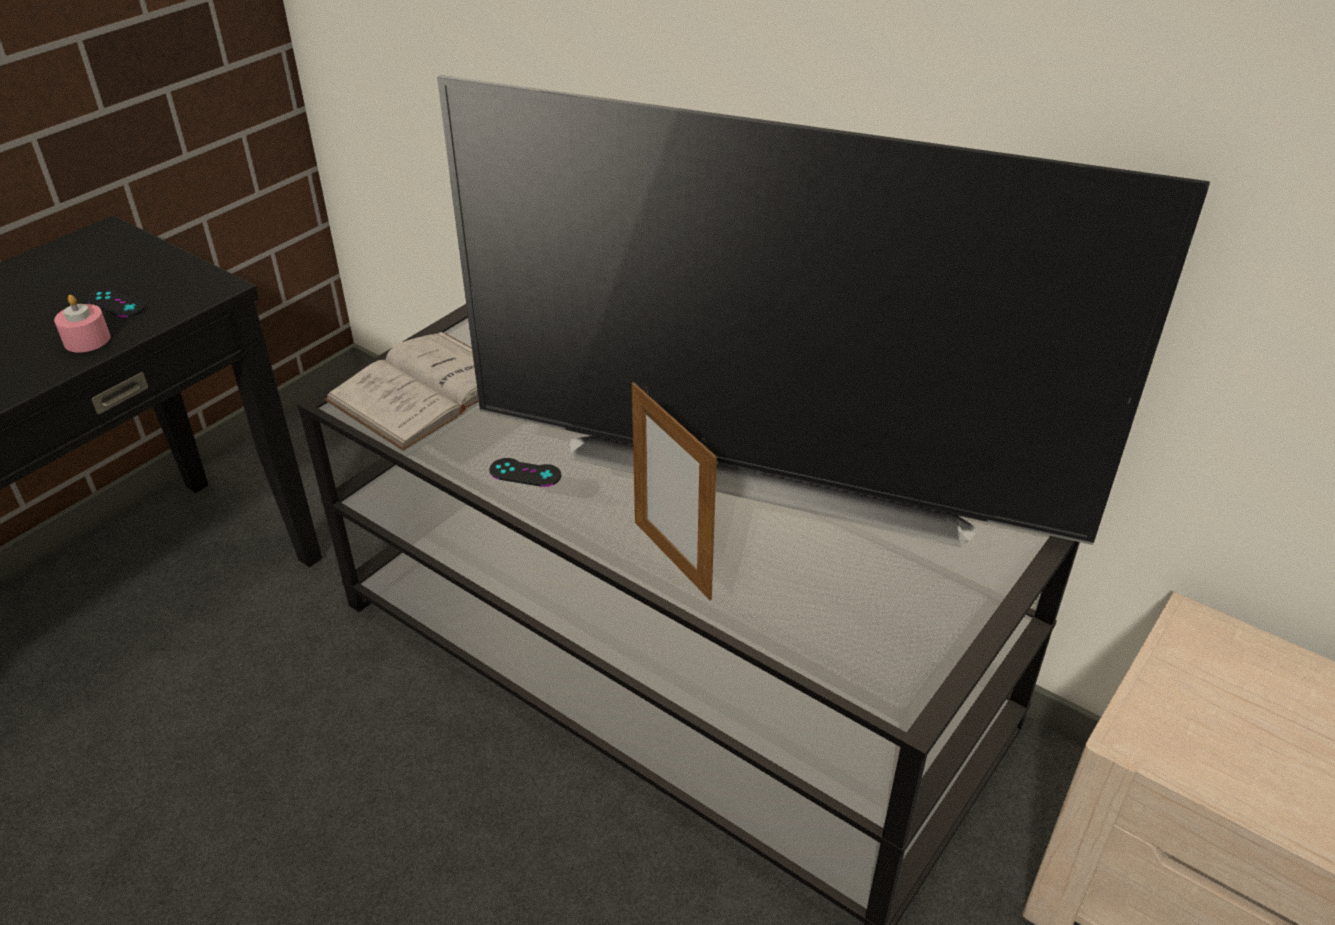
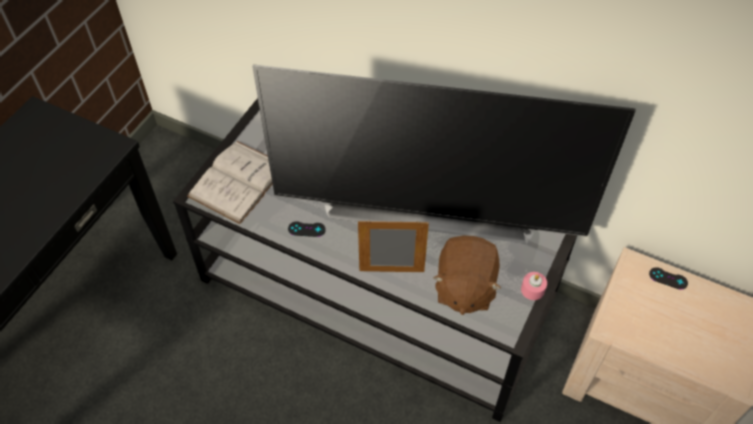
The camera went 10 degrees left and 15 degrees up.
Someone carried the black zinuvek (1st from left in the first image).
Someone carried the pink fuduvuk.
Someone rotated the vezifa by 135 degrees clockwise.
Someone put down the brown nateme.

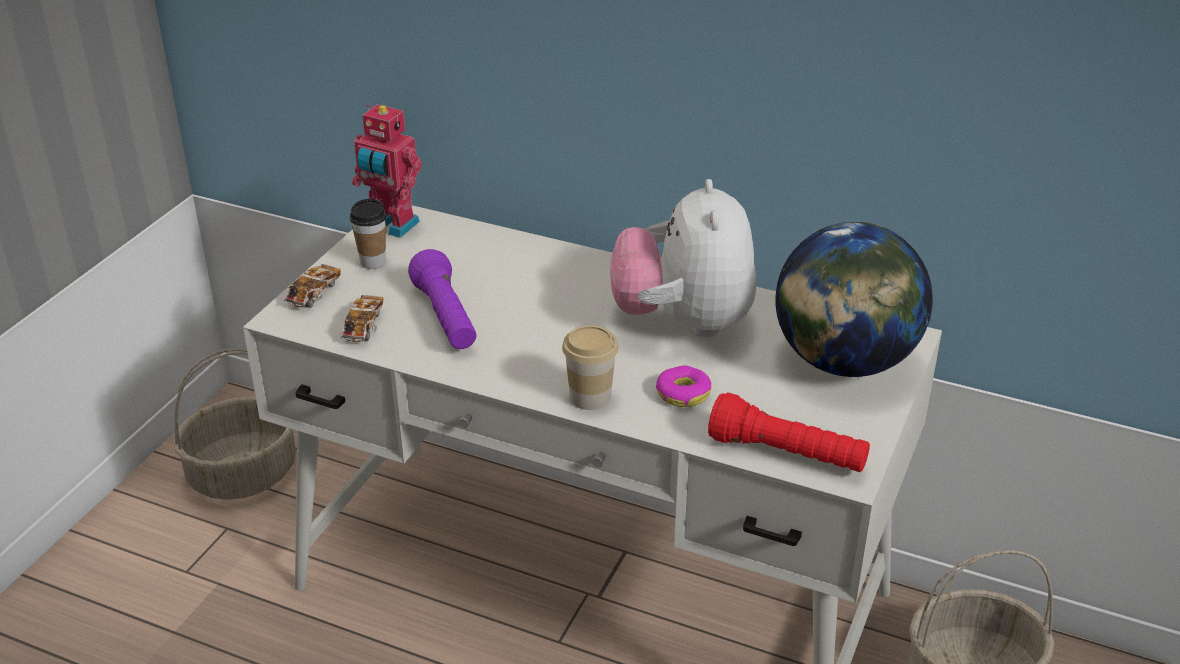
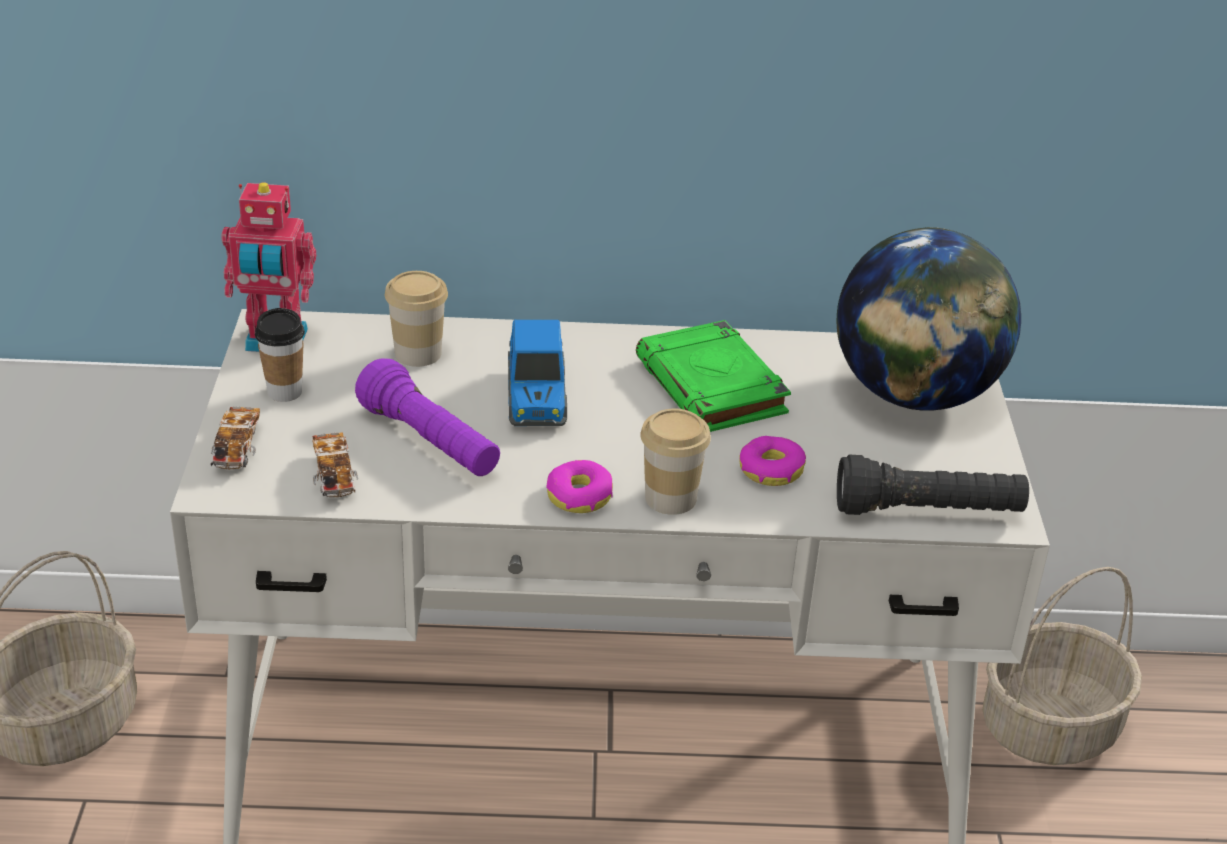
The camera went 25 degrees left and 0 degrees up.
Someone swapped the nateme for the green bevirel.
Someone repainted the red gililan, which became the black gililan.
Someone put down the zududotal (2nd from left).
Someone put down the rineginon (3rd from left).
Someone put down the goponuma (1st from left).

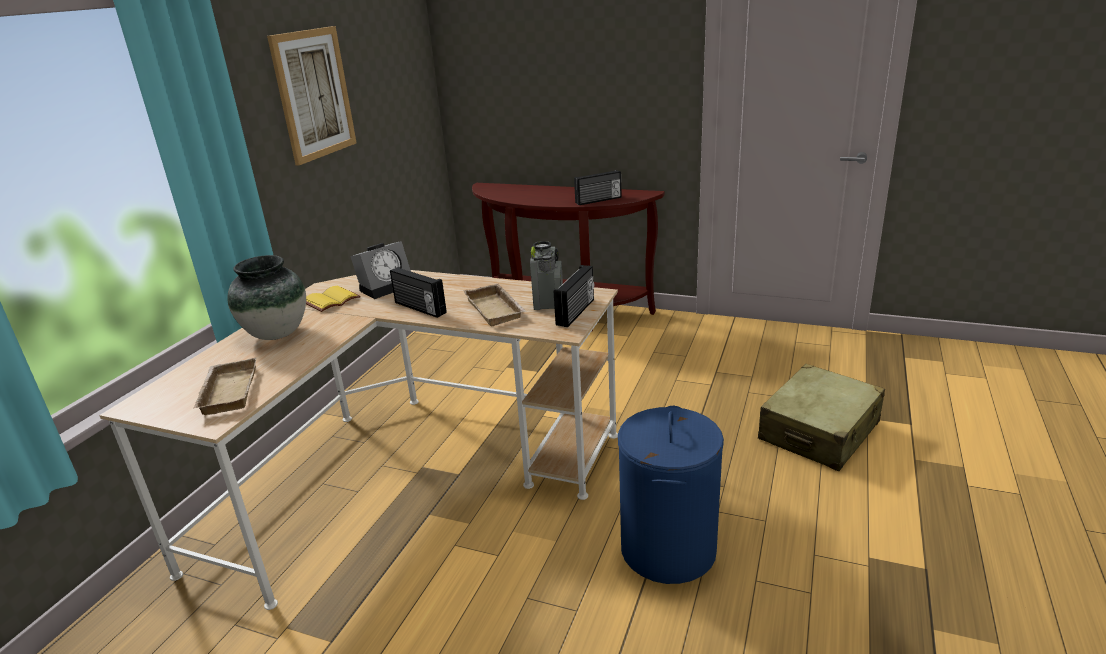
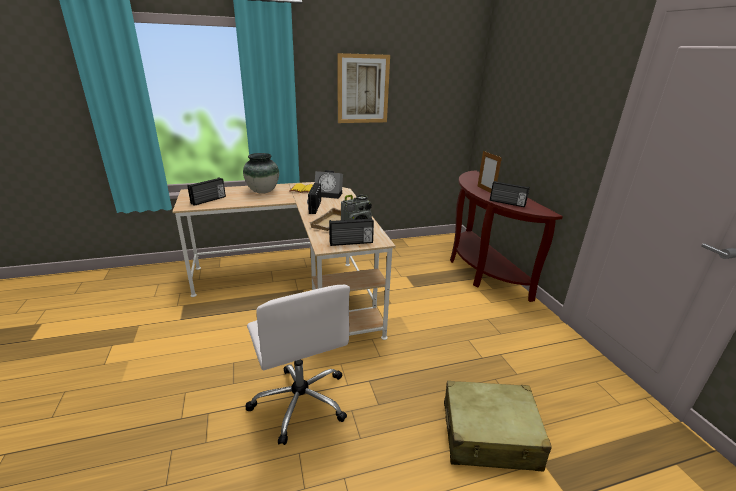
The camera went 50 degrees right and 0 degrees up.
Someone swapped the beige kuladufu (1st from left) for the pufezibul (1st from left).
Someone swapped the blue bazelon for the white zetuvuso.
Someone put down the vezifa.

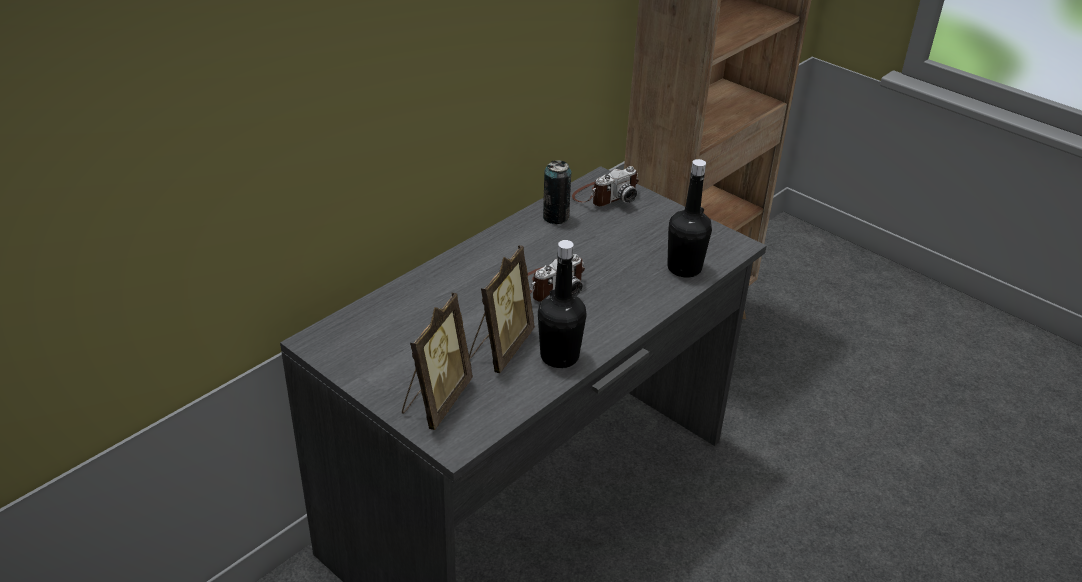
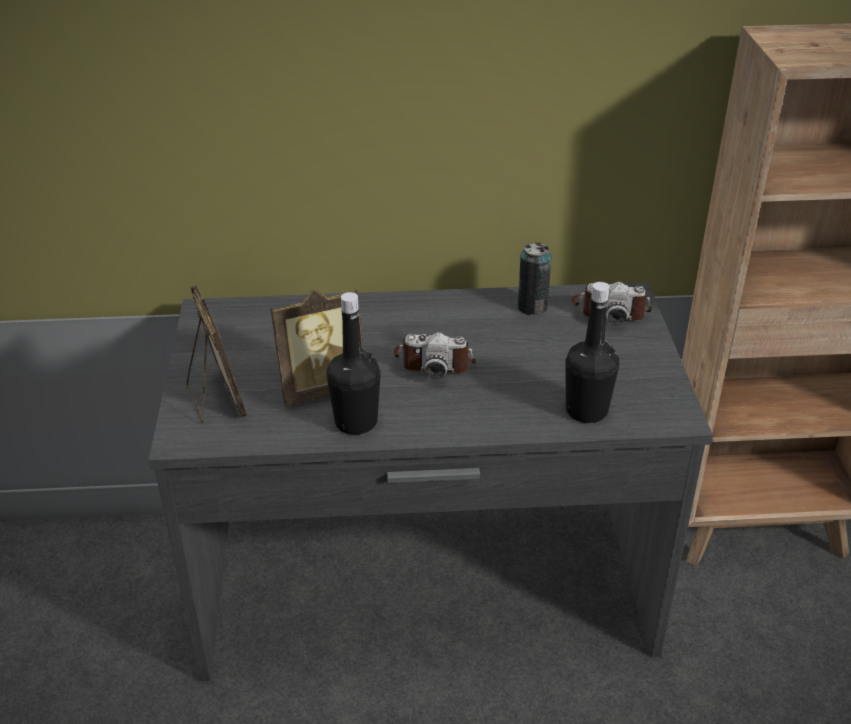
The camera went 45 degrees right and 0 degrees up.
Someone rotated the vezifa (1st from left) by 90 degrees counterclockwise.

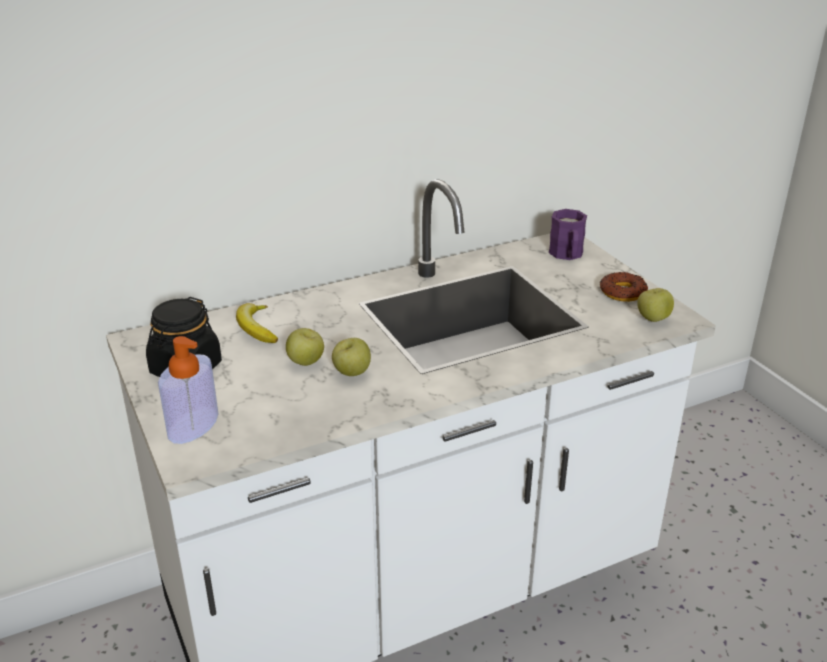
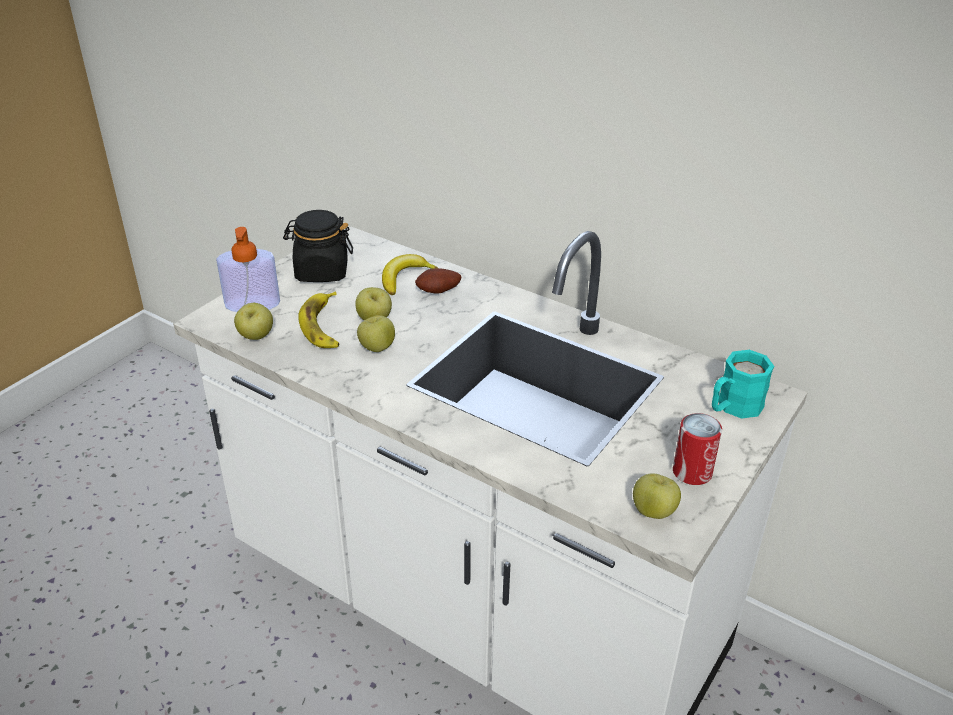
The camera went 60 degrees right and 5 degrees up.
Someone repainted the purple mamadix, which became the turquoise mamadix.
Someone swapped the goponuma for the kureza.
Someone put down the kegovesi.
Someone put down the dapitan (1st from left).
Someone put down the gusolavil (1st from left).

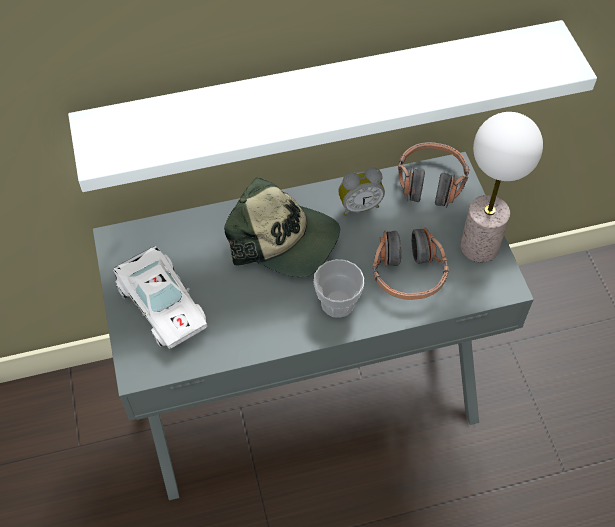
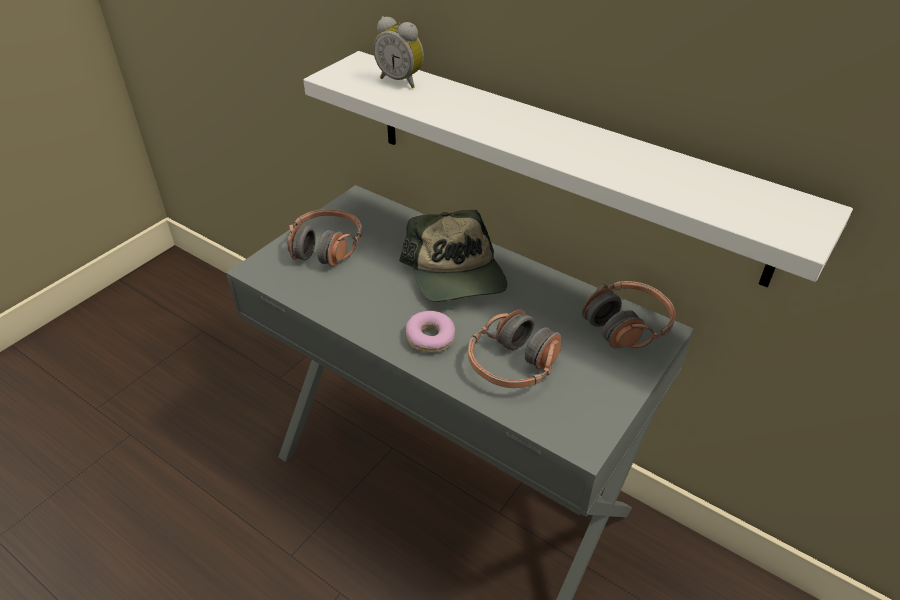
The camera went 50 degrees right and 15 degrees down.
Someone took away the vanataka.
Someone carried the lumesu.
Someone swapped the white rineginon for the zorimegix (1st from left).
Someone swapped the zududotal for the goponuma.

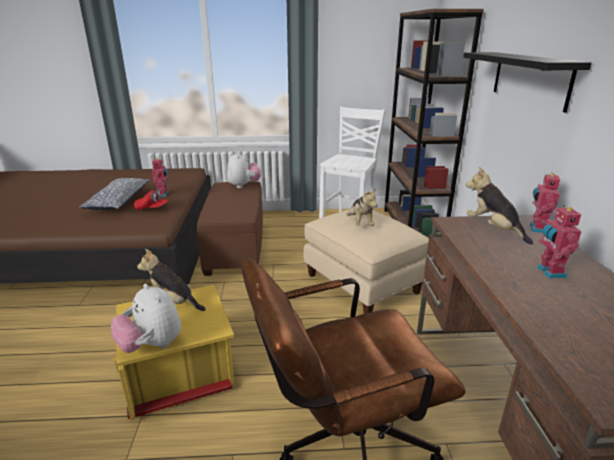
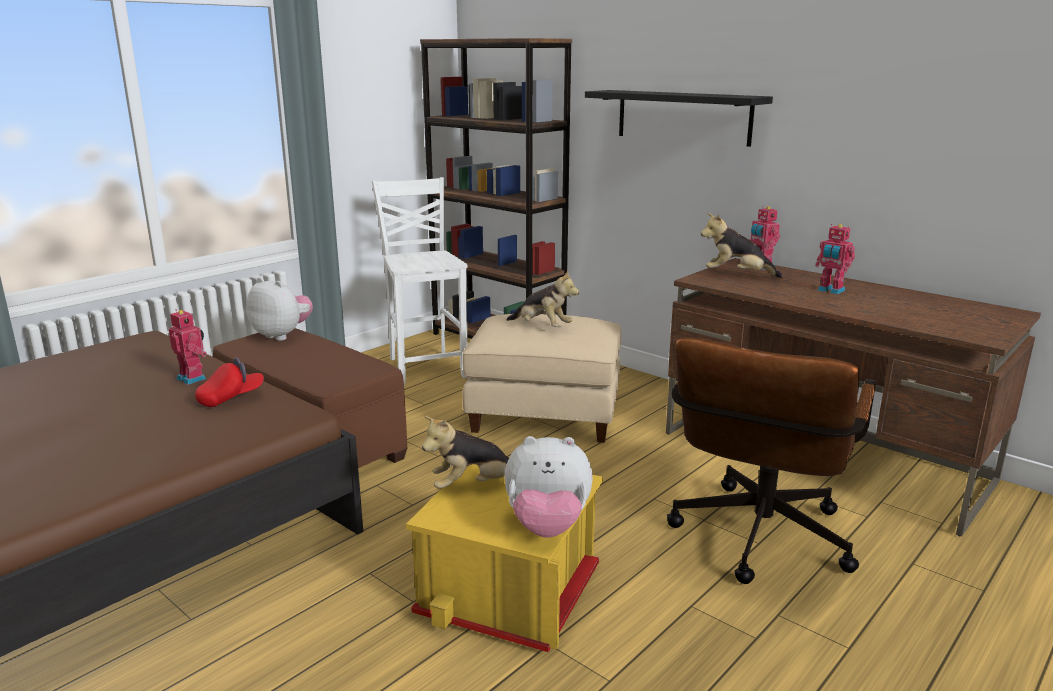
The camera went 45 degrees left and 5 degrees down.
Someone took away the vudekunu.

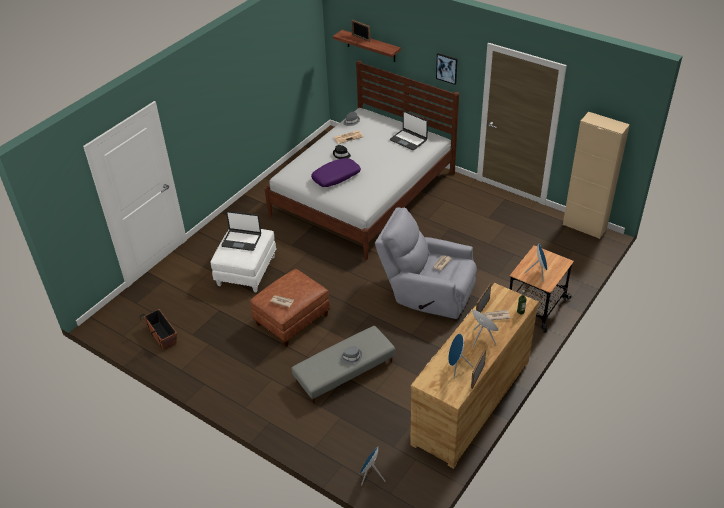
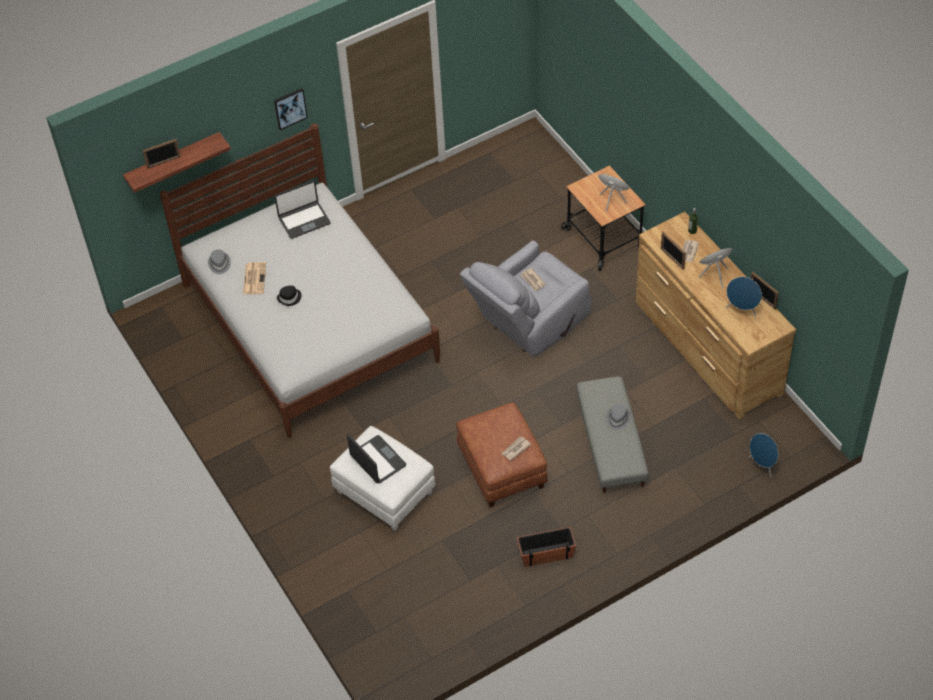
The camera went 65 degrees left and 10 degrees up.
Someone took away the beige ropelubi.
Someone took away the purple vudekunu.
Someone rotated the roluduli (1st from left in the first image) by 75 degrees counterclockwise.
Someone carried the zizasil.

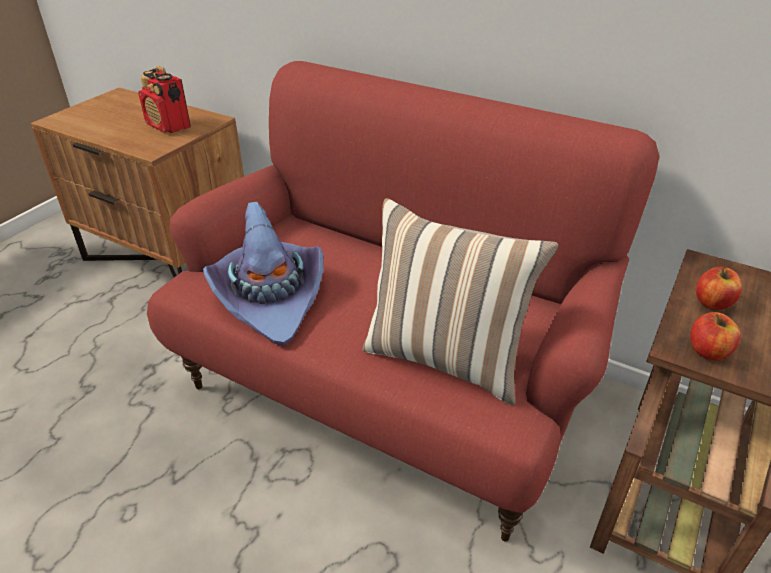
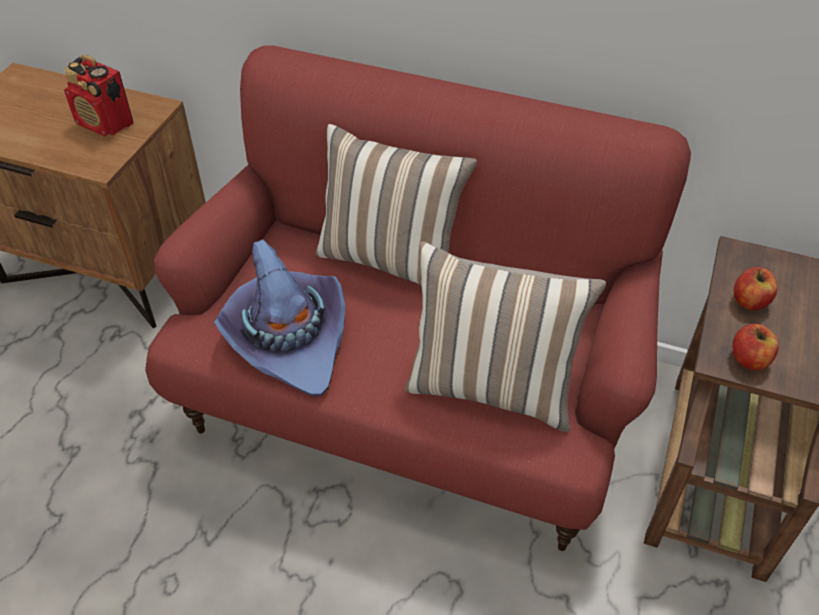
The camera went 10 degrees left and 10 degrees up.
Someone put down the vudekunu (1st from left).

